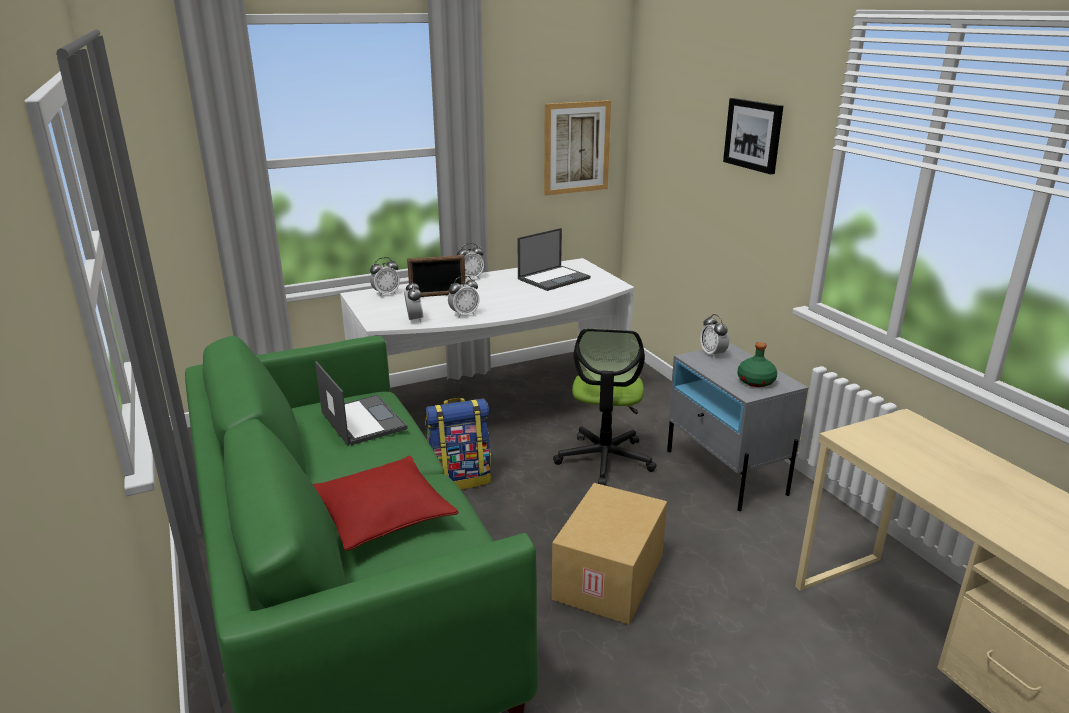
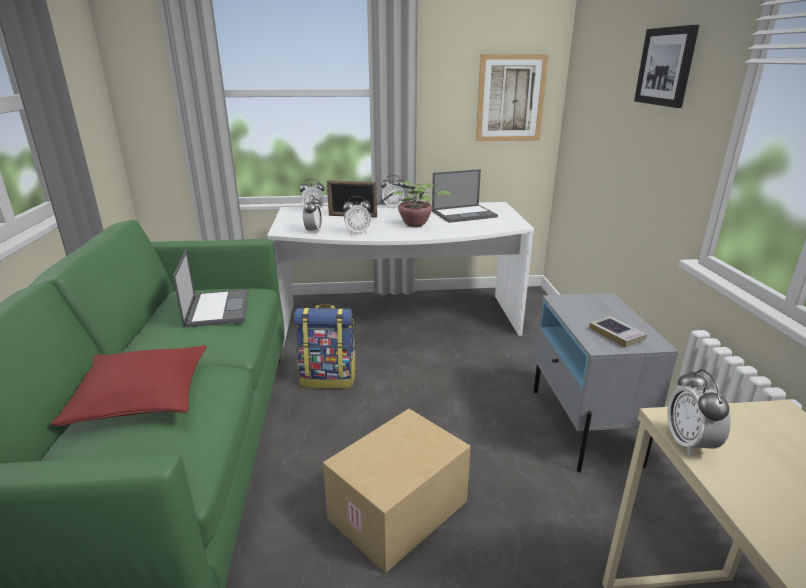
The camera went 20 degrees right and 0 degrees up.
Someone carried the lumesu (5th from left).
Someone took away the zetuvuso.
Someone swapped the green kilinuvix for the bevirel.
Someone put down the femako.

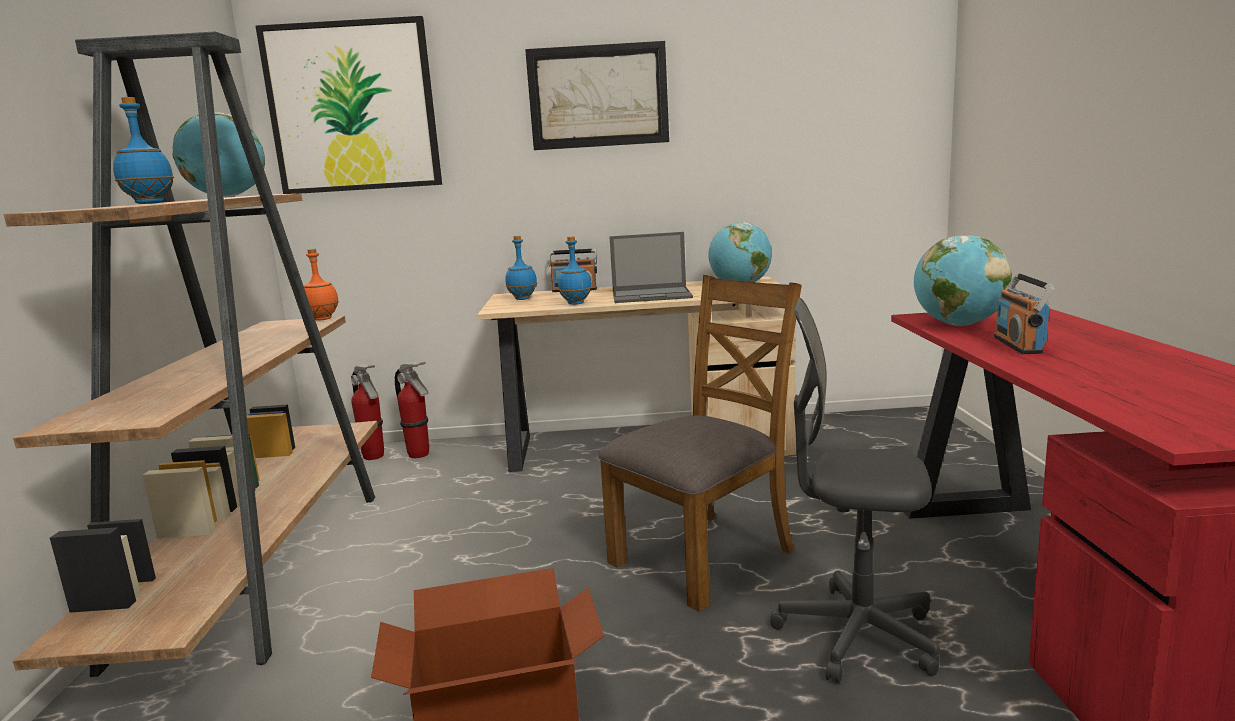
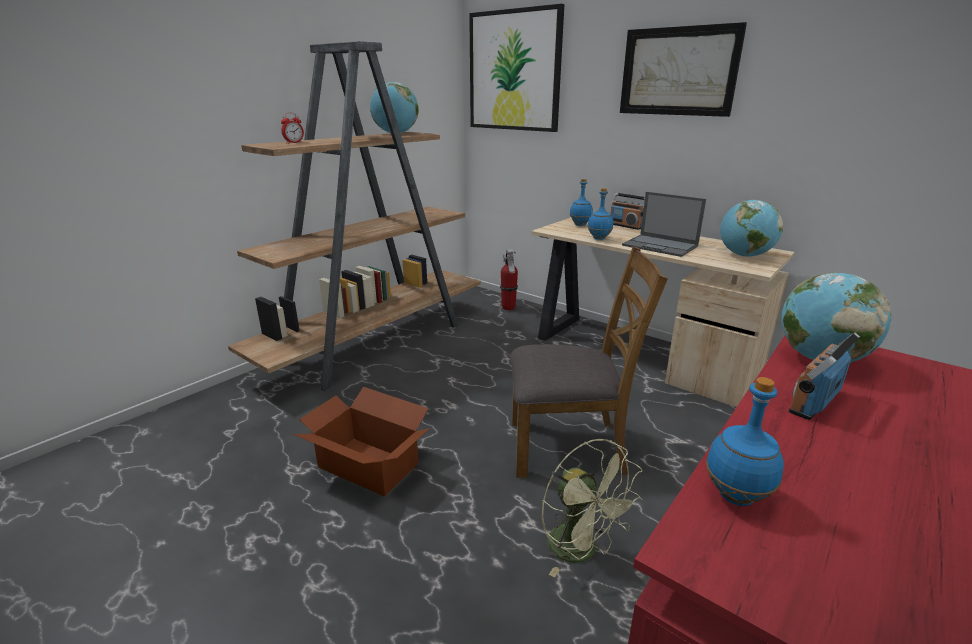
The camera went 40 degrees right and 10 degrees up.
Someone carried the blue kilinuvix (1st from left in the first image).
Someone took away the orange kilinuvix.
Someone swapped the grey zetuvuso for the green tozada.
Someone took away the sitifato (1st from left).
Someone put down the lumesu.

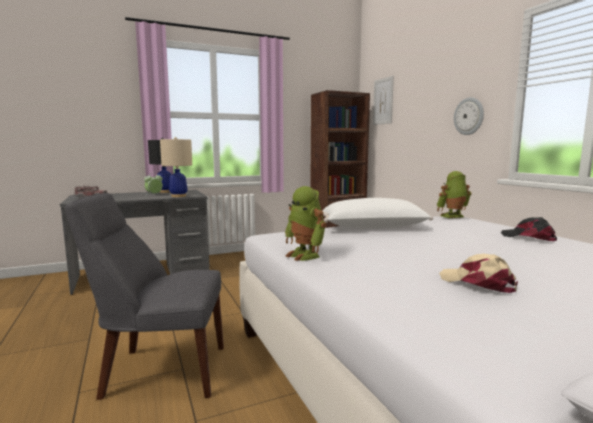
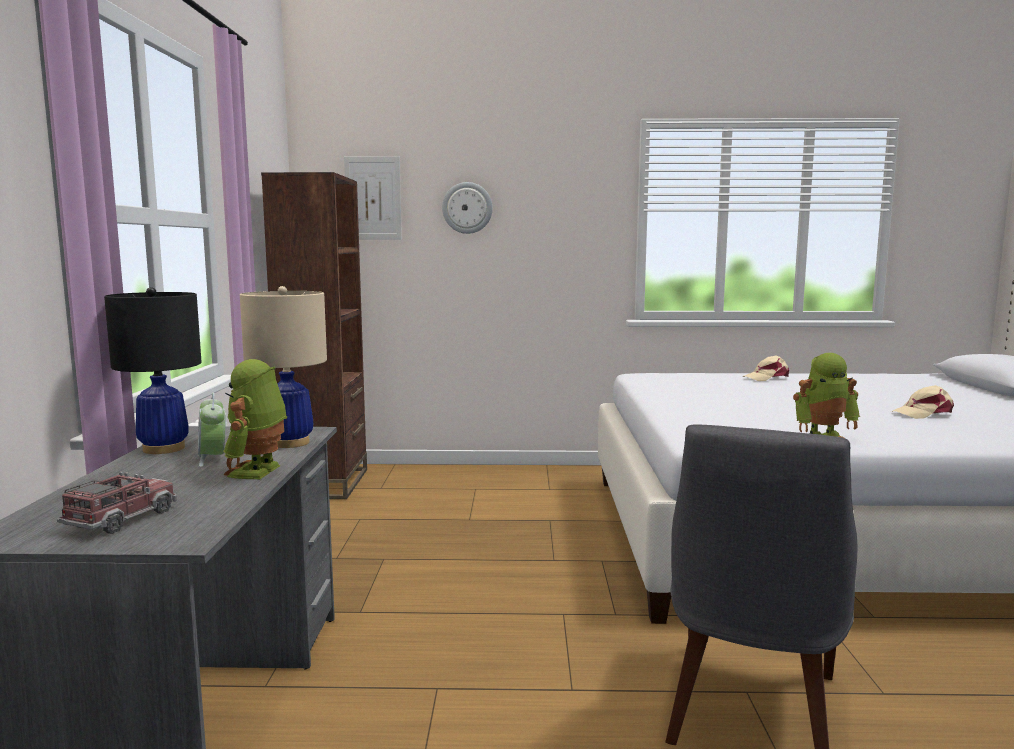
The camera went 65 degrees left and 0 degrees up.
Someone carried the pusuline.
Someone carried the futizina (2nd from left in the first image).
Someone took away the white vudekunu.
Someone repainted the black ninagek, which became the beige ninagek (1st from left).

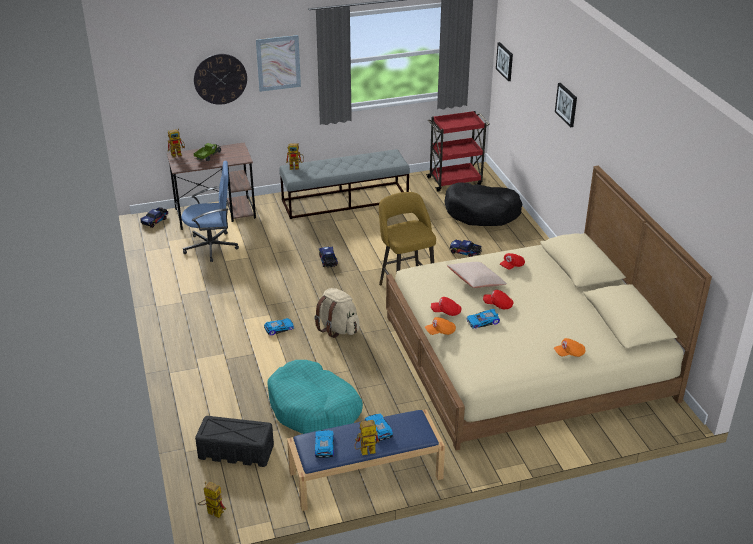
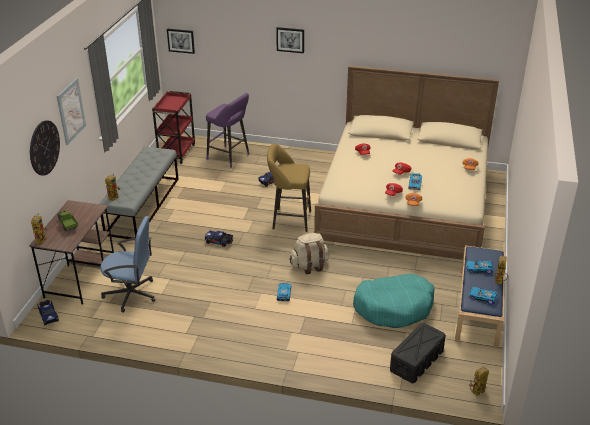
The camera went 60 degrees left and 0 degrees up.
Someone rotated the blue zetuvuso by 75 degrees clockwise.
Someone swapped the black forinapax for the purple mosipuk.
Someone took away the beige vudekunu.

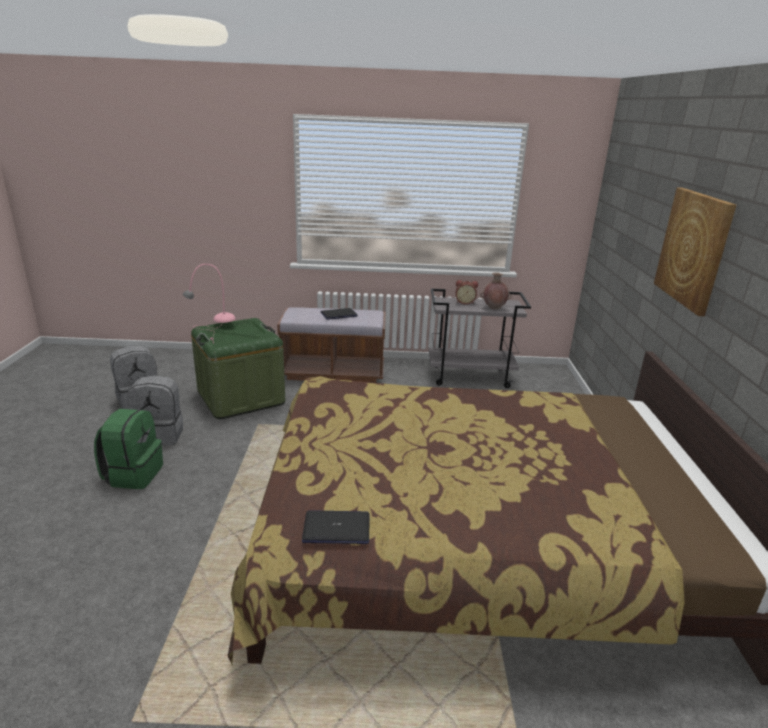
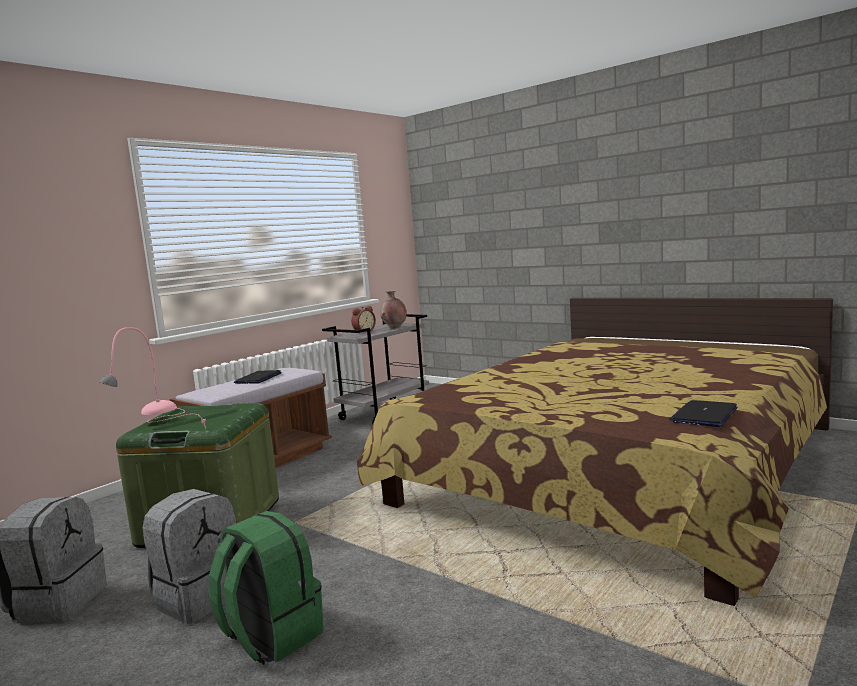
The camera went 50 degrees left and 15 degrees down.
Someone took away the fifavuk.

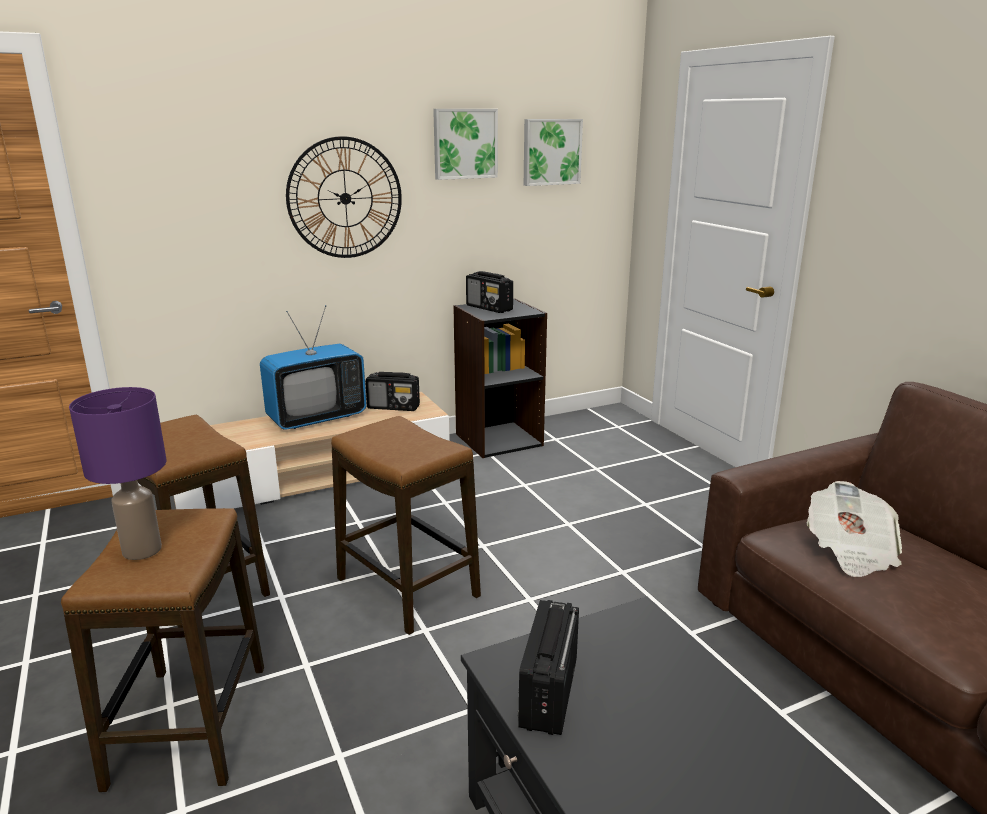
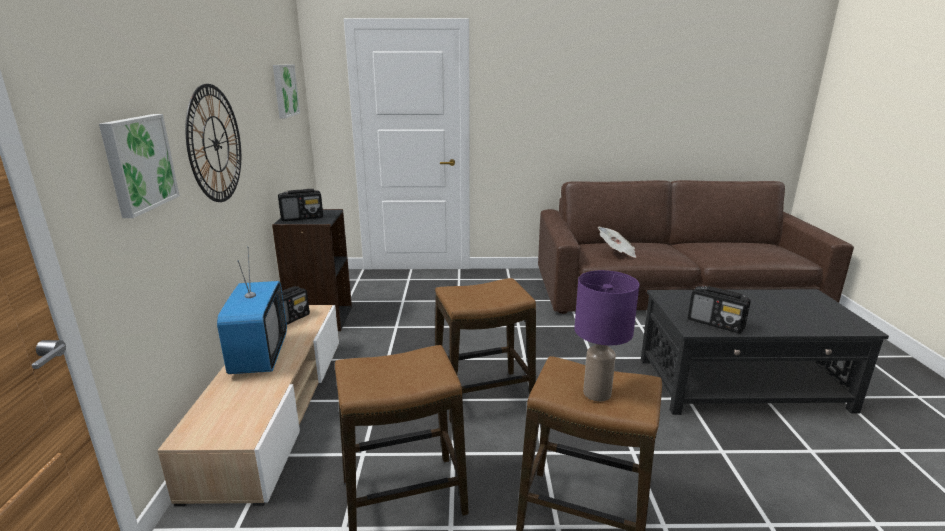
The camera went 65 degrees left and 0 degrees up.
Someone carried the fifavuk (1st from left).

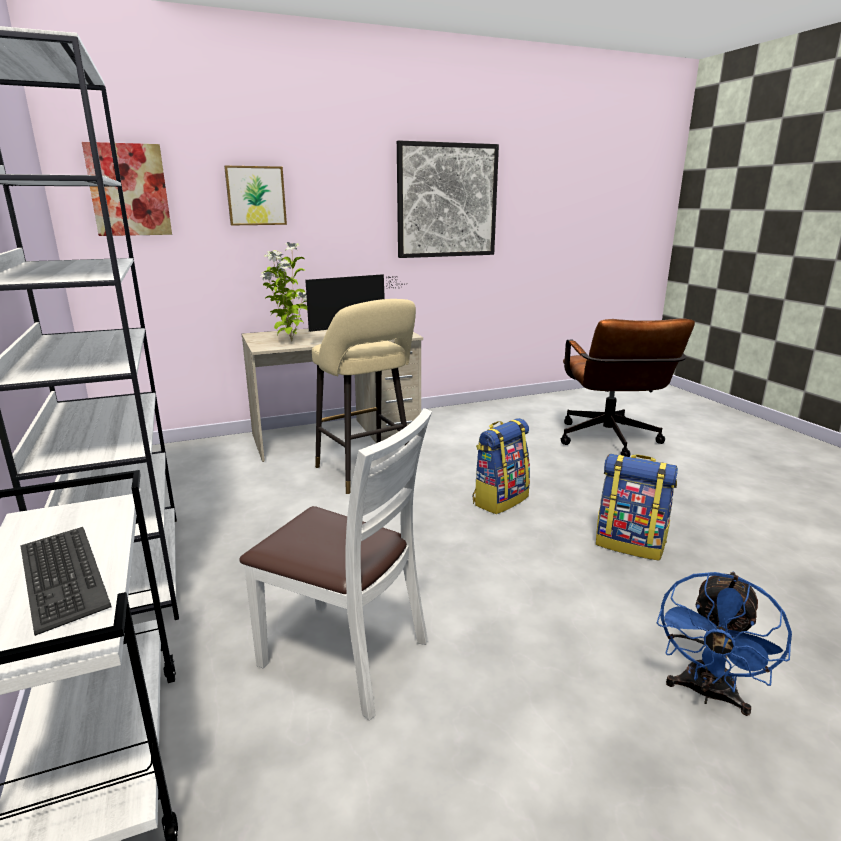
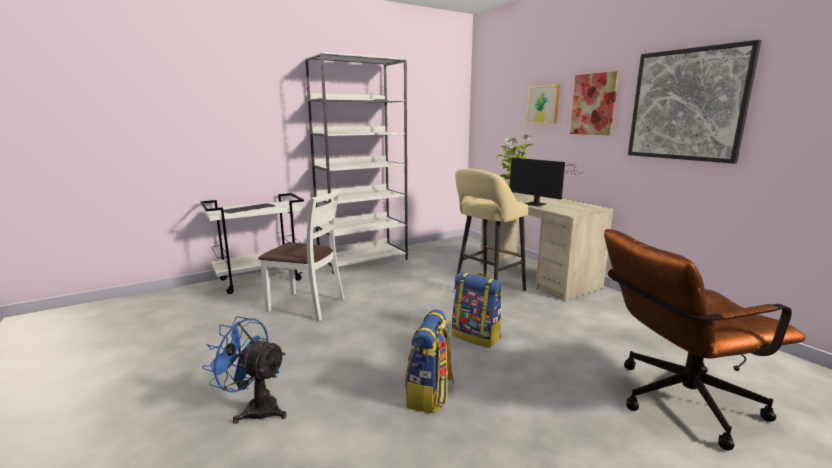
The camera went 80 degrees right and 5 degrees down.
Someone carried the fifavuk (1st from left in the first image).
Someone rotated the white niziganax by 90 degrees counterclockwise.

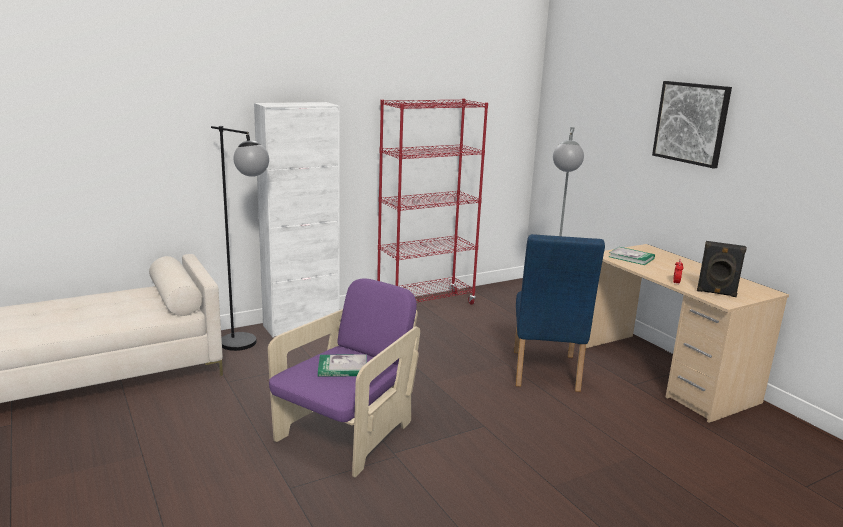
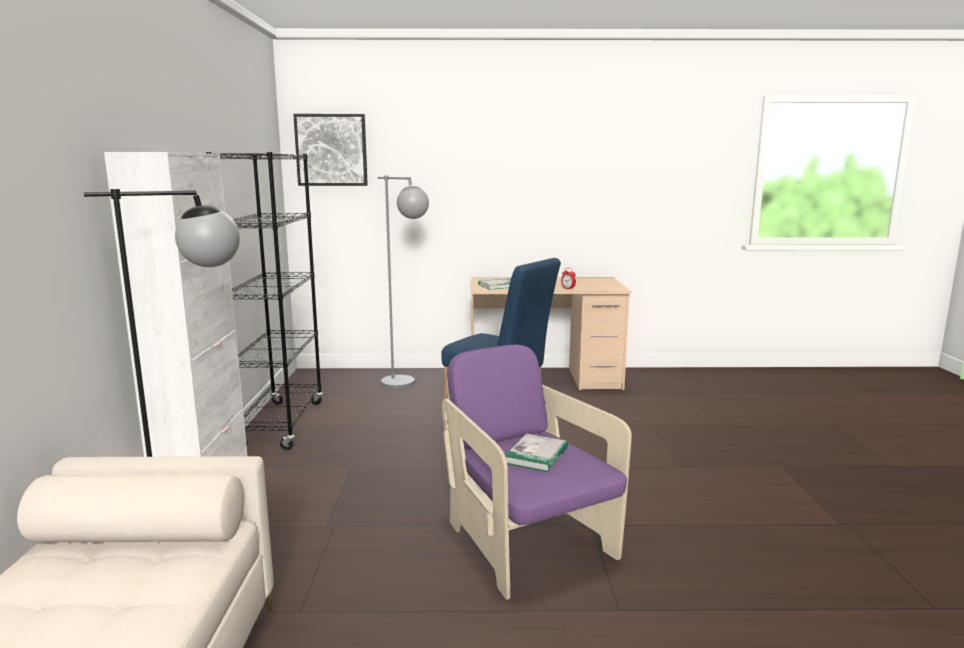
The camera went 60 degrees left and 5 degrees down.
Someone carried the fifavuk.
Someone repainted the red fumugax, which became the black fumugax.
Someone took away the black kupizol.

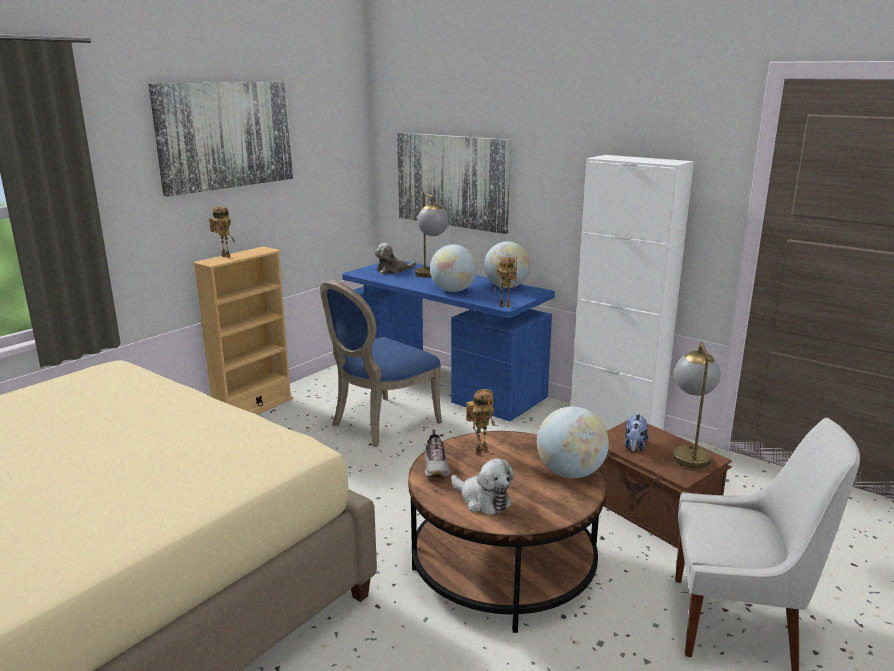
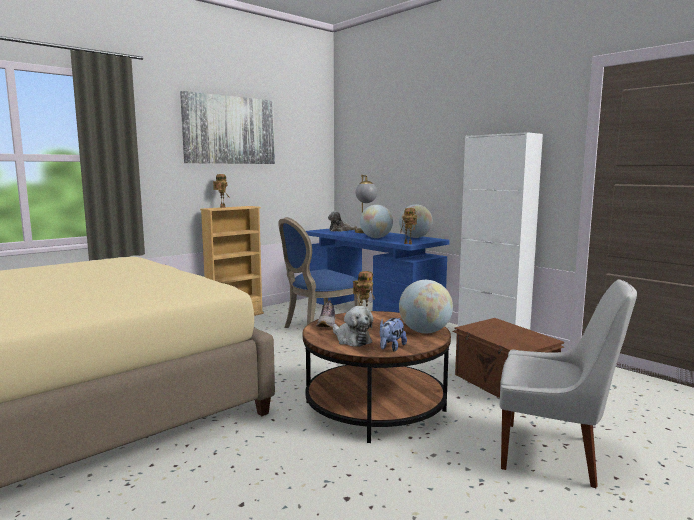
The camera went 10 degrees right and 10 degrees down.
Someone took away the fifavuk (2nd from left).
Someone took away the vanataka (2nd from left).
Someone carried the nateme (3rd from left).

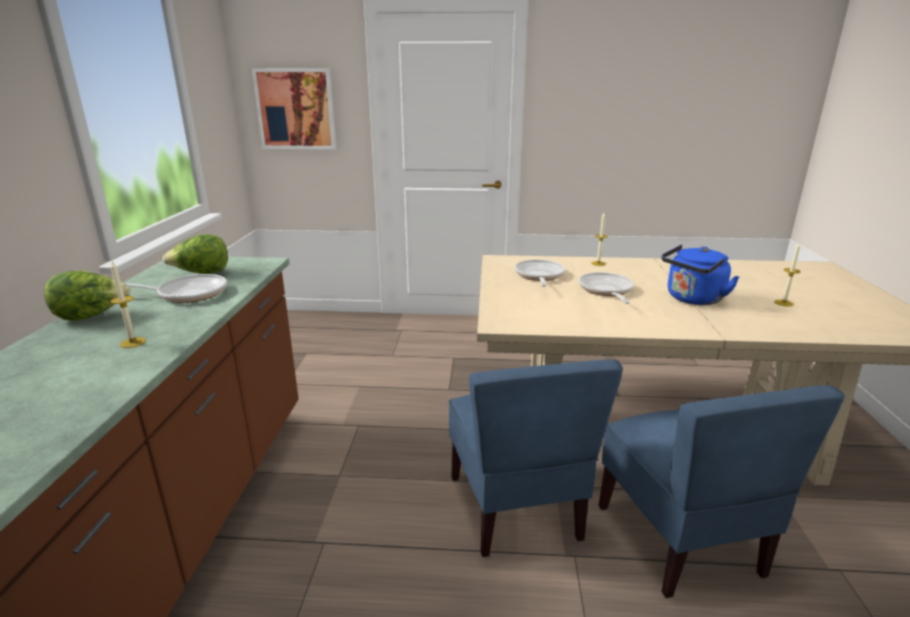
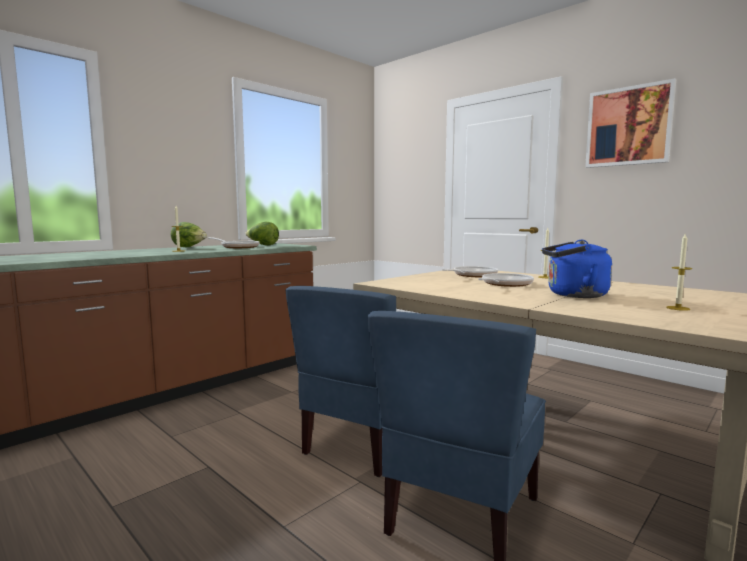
The camera went 40 degrees right and 15 degrees down.
Someone carried the fifavuk.

